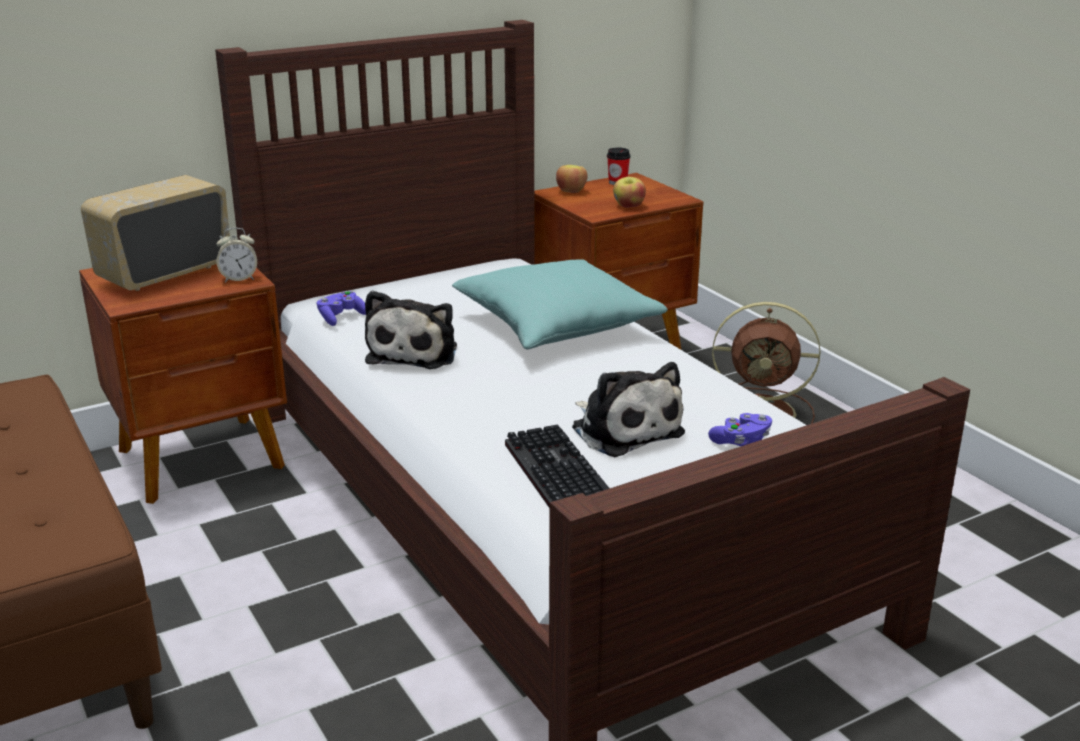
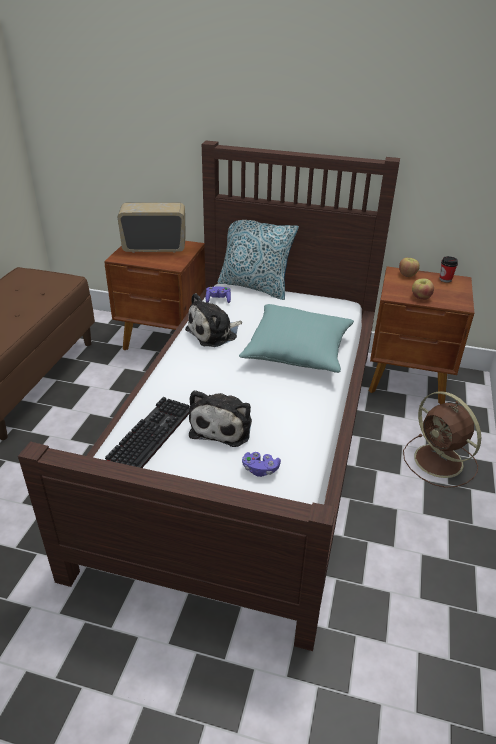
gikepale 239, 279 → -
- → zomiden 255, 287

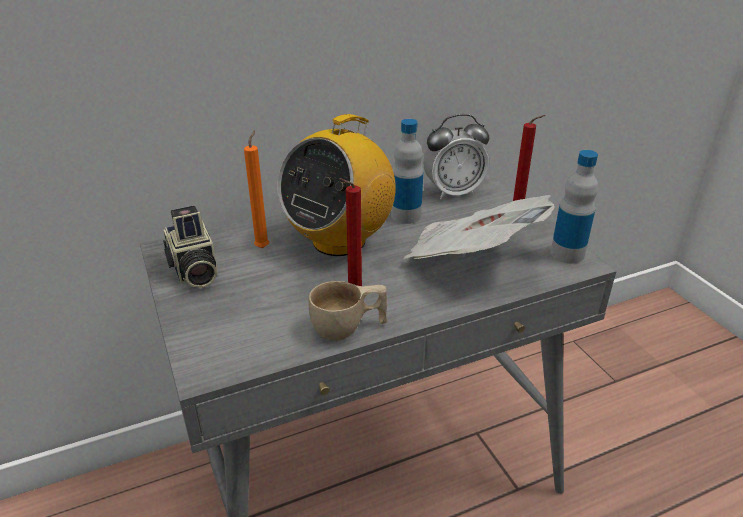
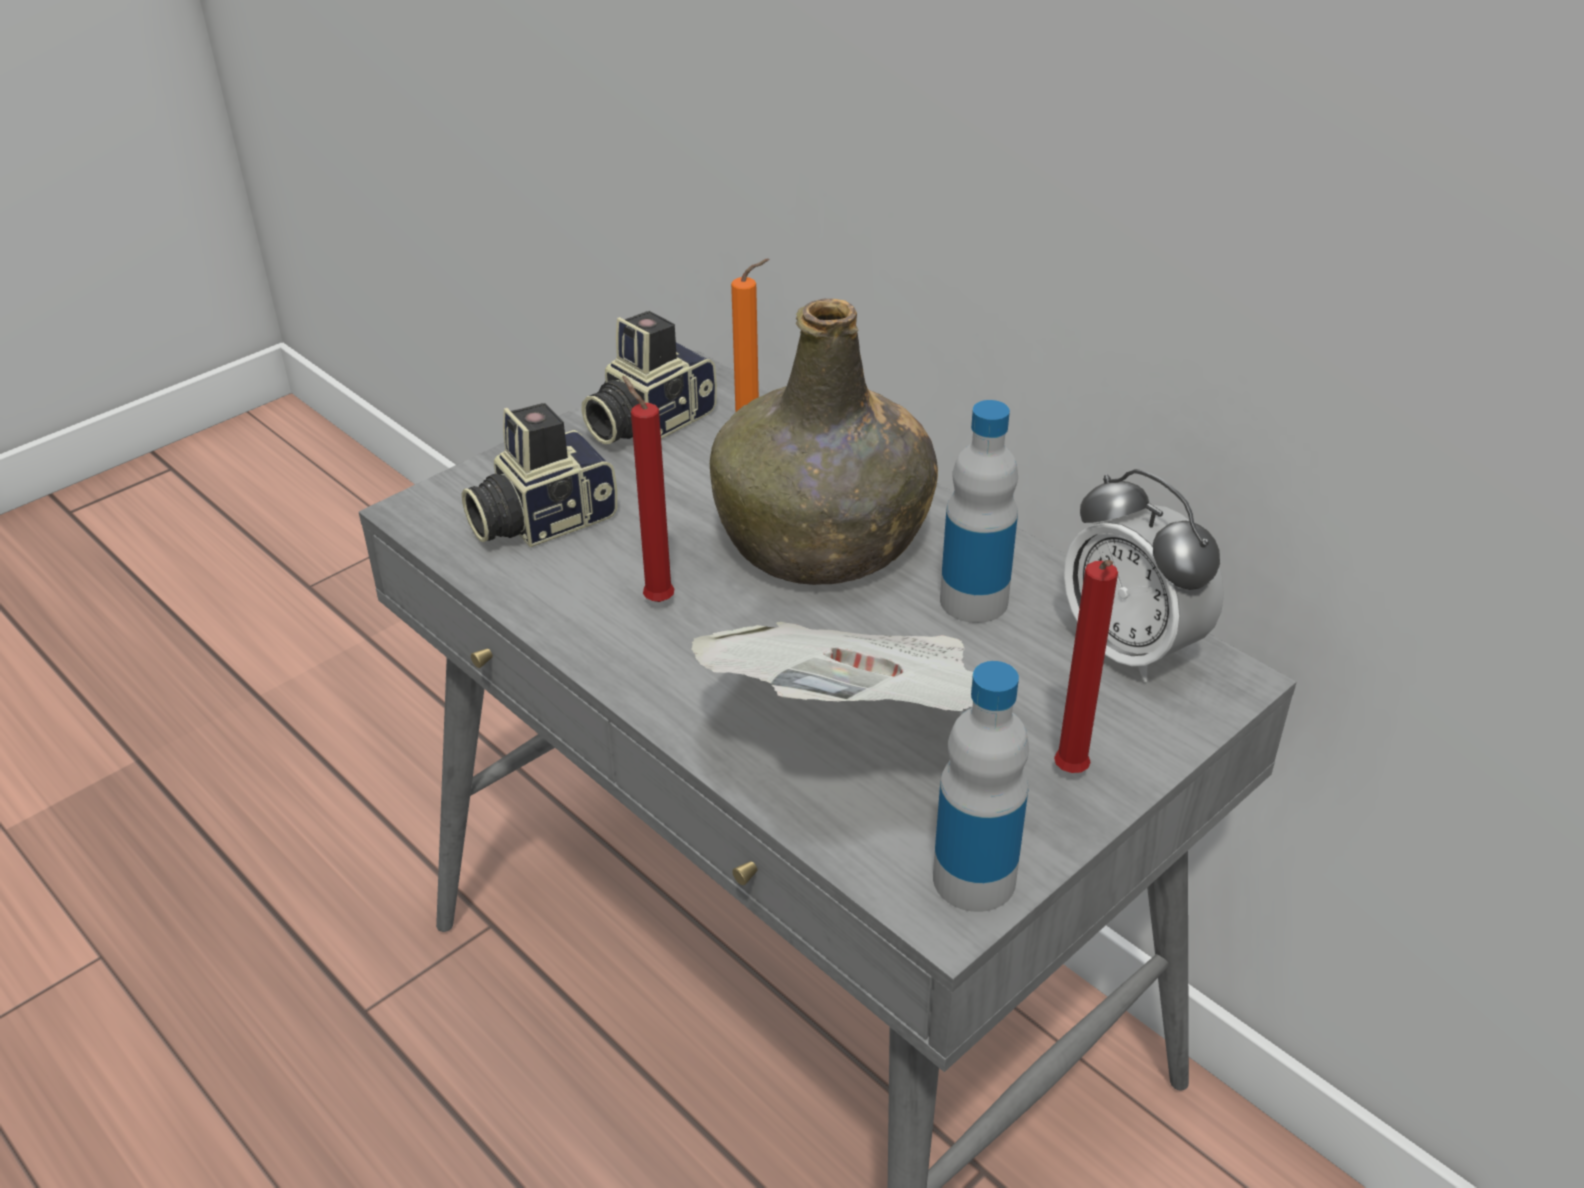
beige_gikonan 348, 328 → -
- → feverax 540, 519
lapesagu 339, 241 → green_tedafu 823, 540

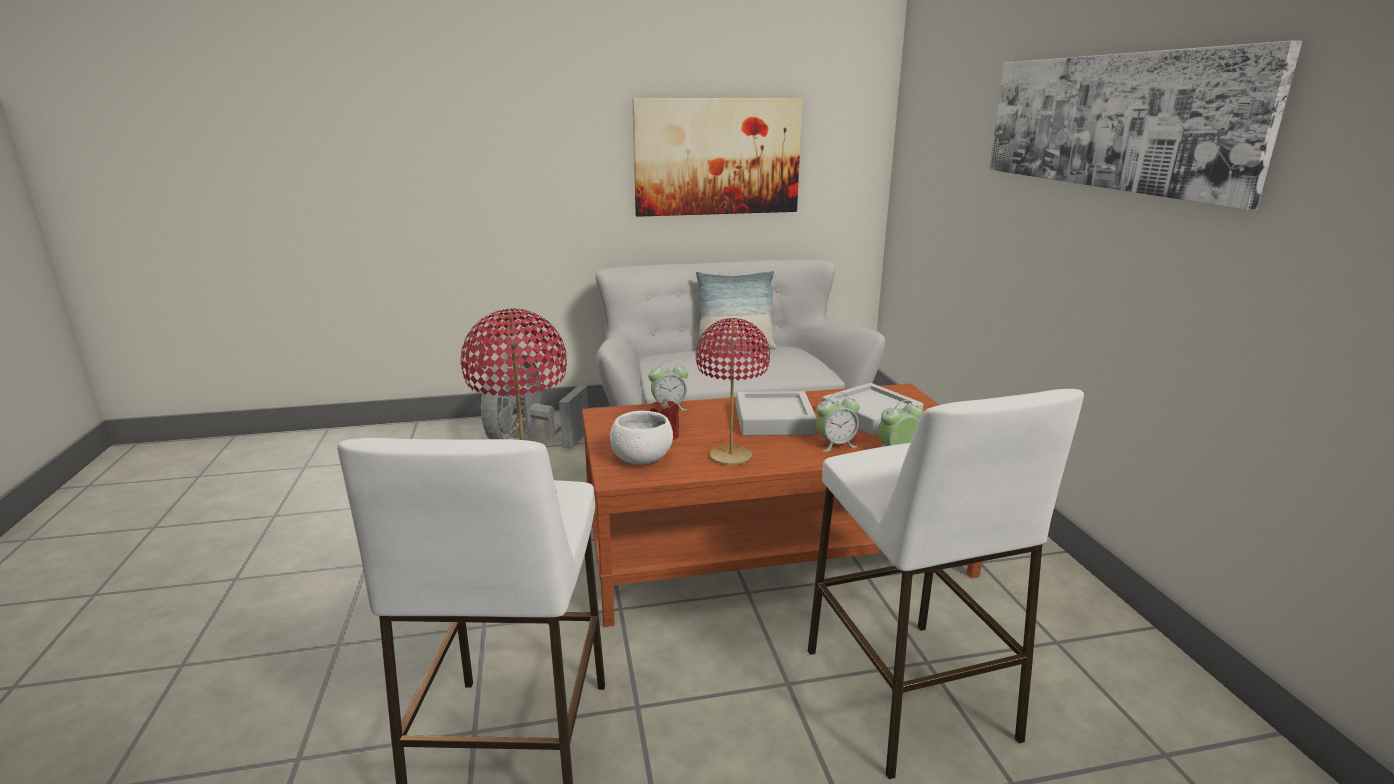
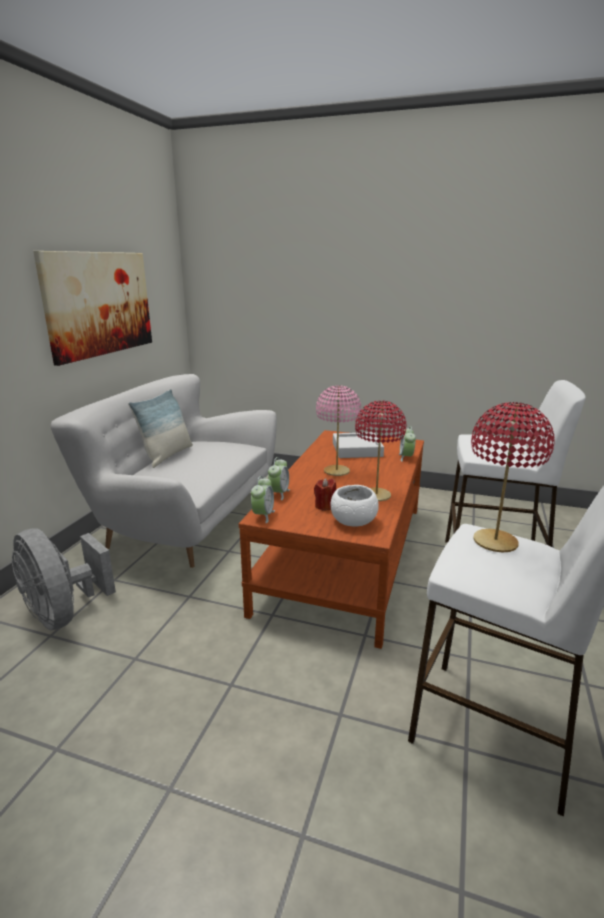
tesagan 1110, 121 → -
gikepale 835, 445 → gikepale 263, 515, moved
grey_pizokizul 774, 420 → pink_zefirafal 337, 471

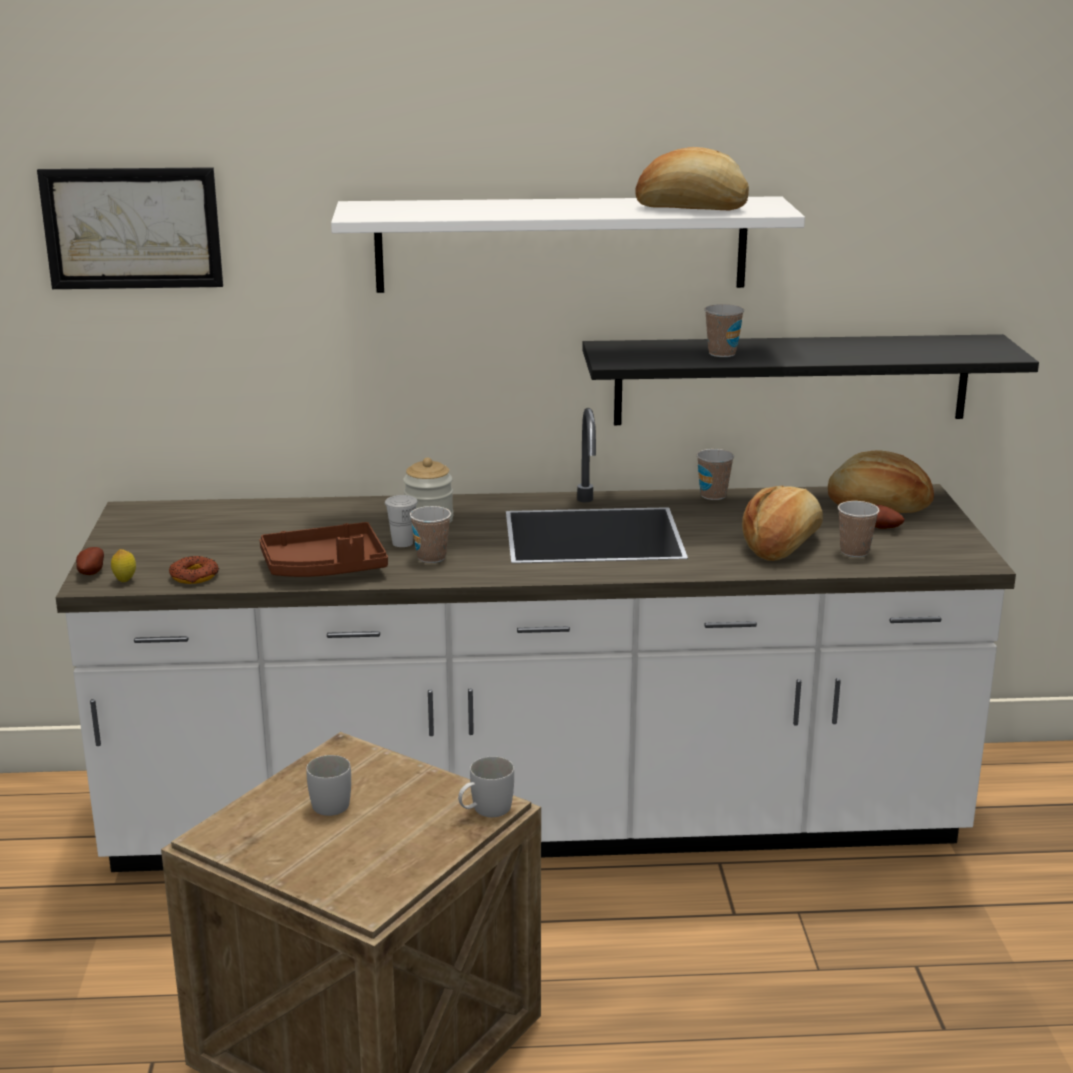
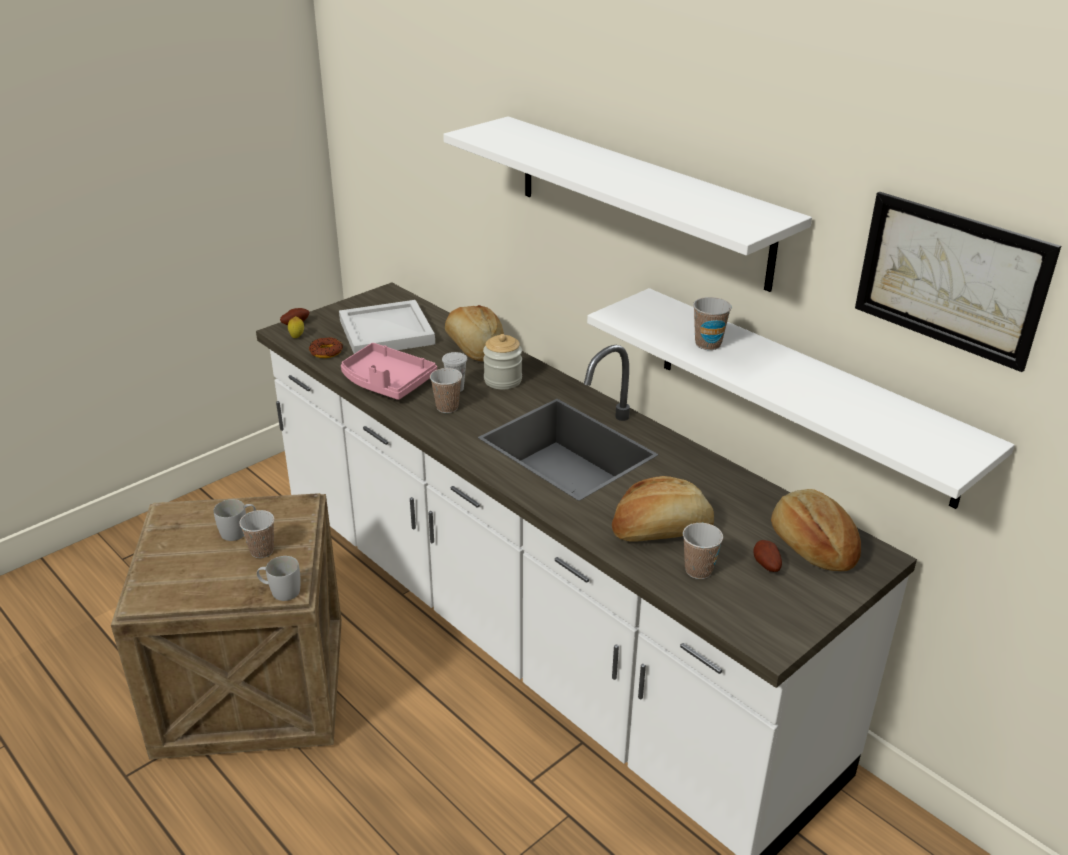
- → white_pizokizul 385, 331
tesagan 132, 228 → tesagan 950, 279, moved
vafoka 691, 208 → vafoka 473, 348, moved
gikonan 713, 495 → gikonan 262, 551, moved
brown_pizokizul 325, 568 → pink_pizokizul 386, 382
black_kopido 791, 379 → white_kopido 803, 394

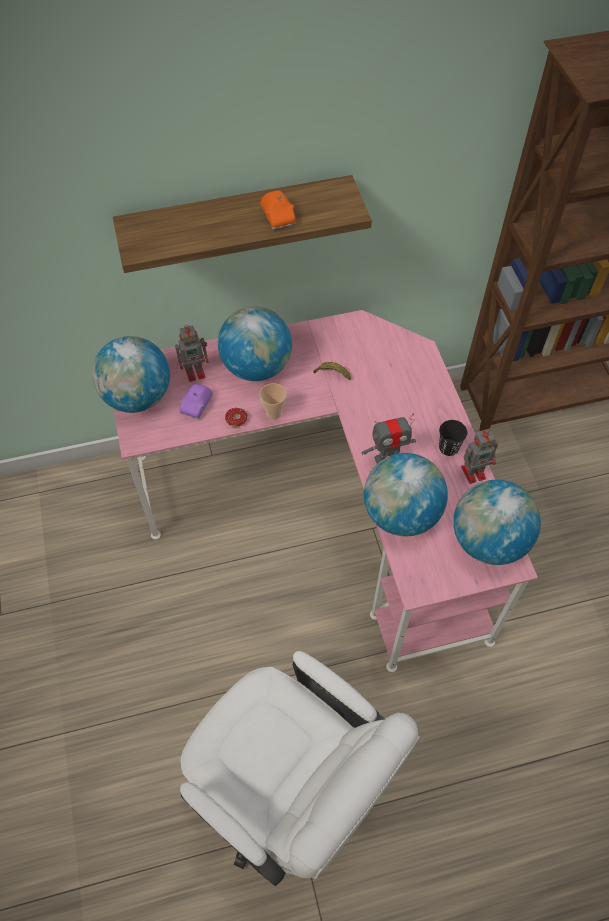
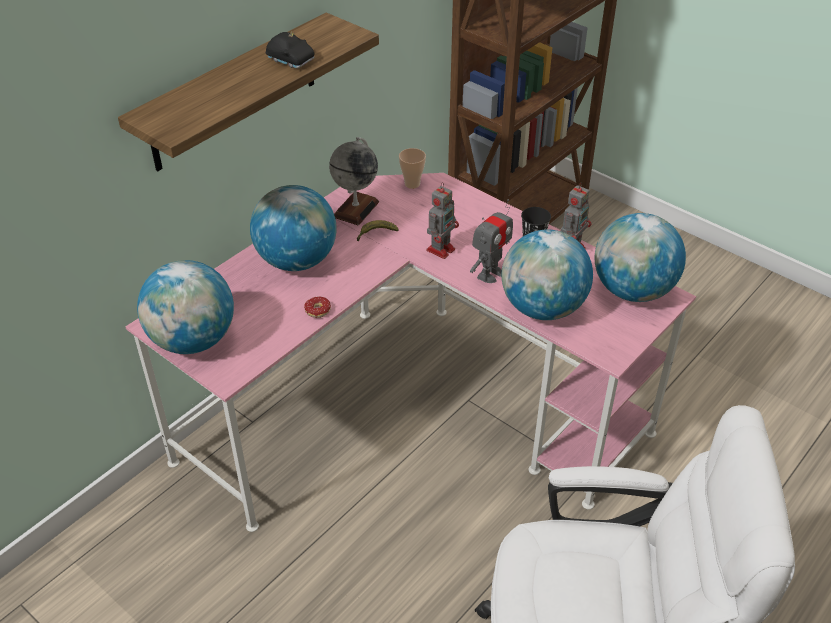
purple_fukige 197, 405 → -
- → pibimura 356, 209
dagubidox 196, 372 → dagubidox 441, 249, moved
gikonan 274, 413 → gikonan 412, 184, moved
orange_fukige 278, 216 → black_fukige 291, 60

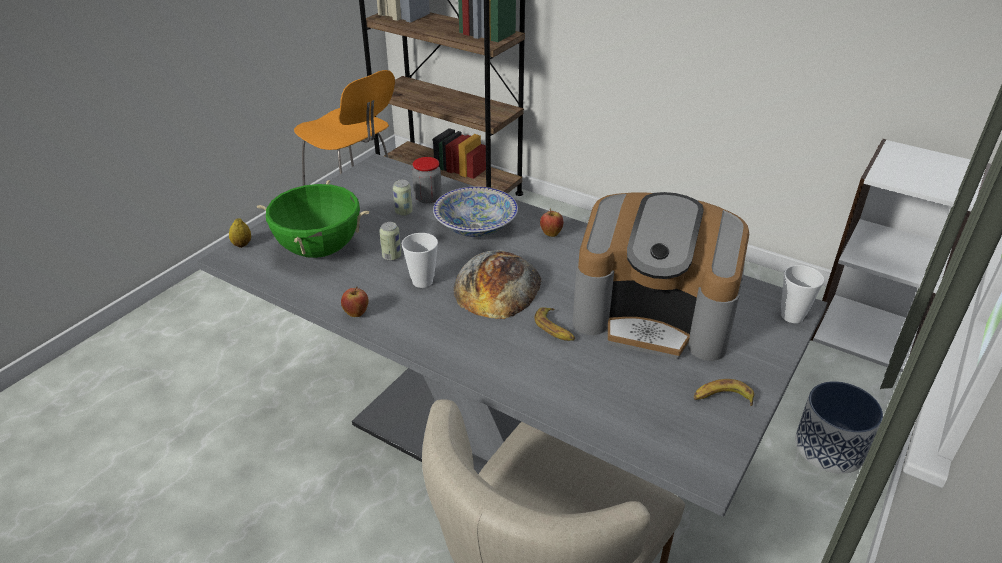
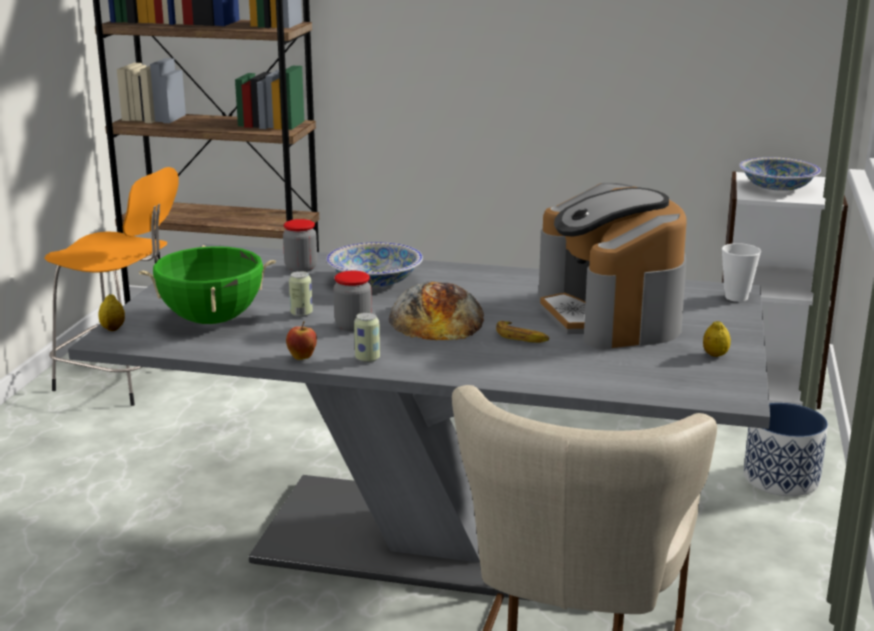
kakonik 551, 234 → -
- → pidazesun 777, 188
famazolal 403, 212 → famazolal 367, 359, moved
gikonan 422, 281 → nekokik 353, 326
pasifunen 722, 398 → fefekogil 715, 355
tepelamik 654, 315 → tepelamik 611, 315, 75 degrees clockwise

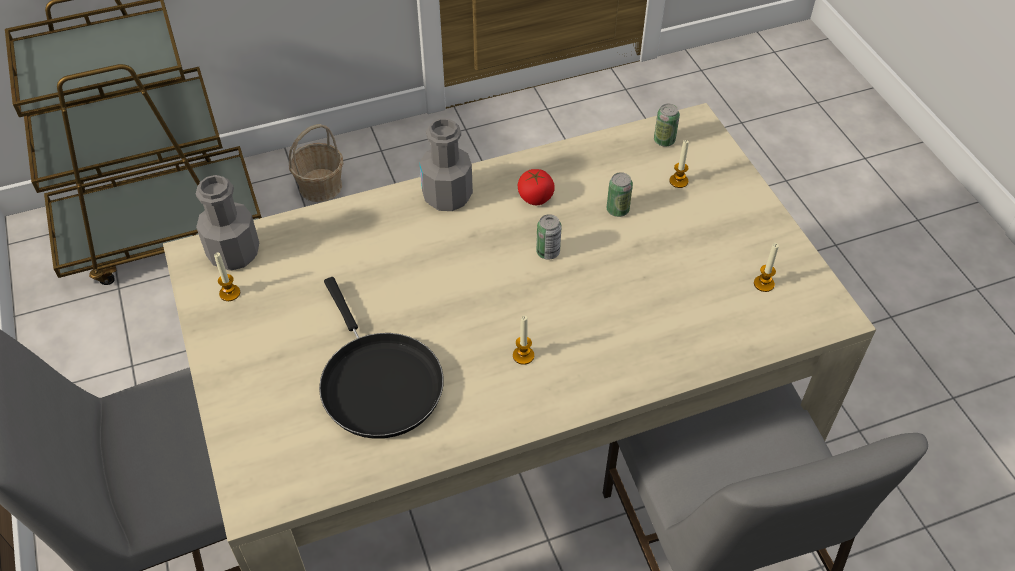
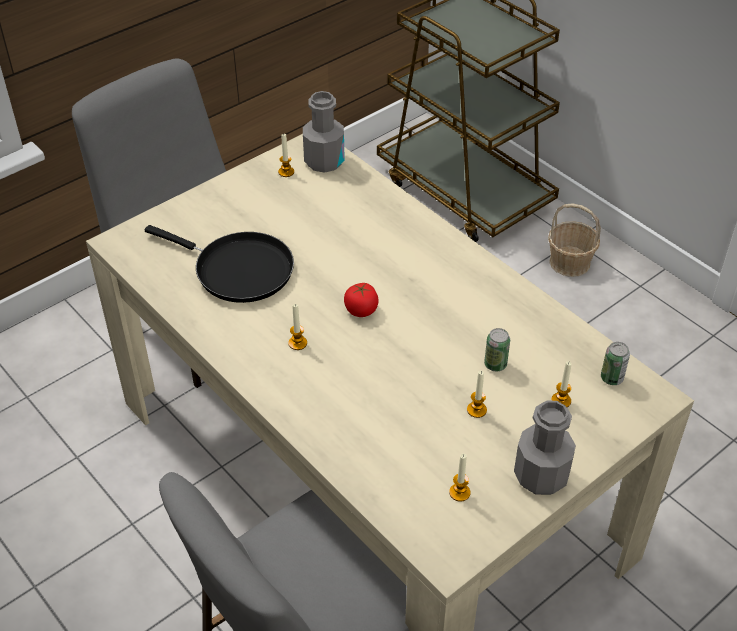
famazolal 548, 252 → -
- → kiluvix 476, 410
grey_tedafu 447, 196 → grey_tedafu 541, 475, moved
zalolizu 535, 197 → zalolizu 361, 310, moved
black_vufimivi 378, 382 → black_vufimivi 238, 270, 105 degrees counterclockwise

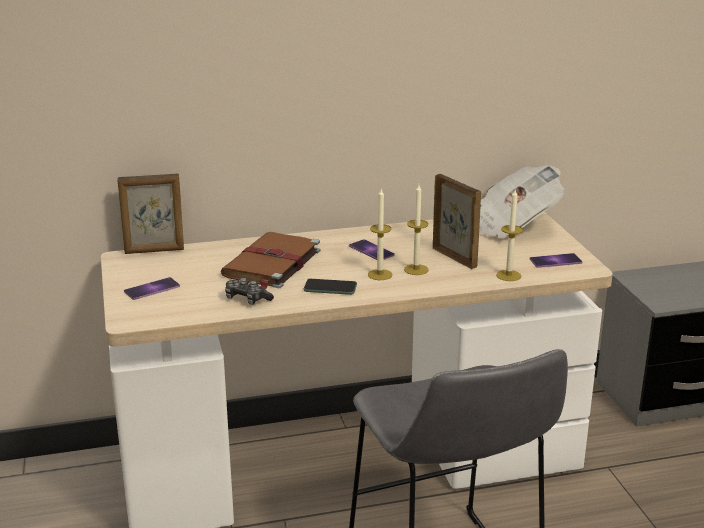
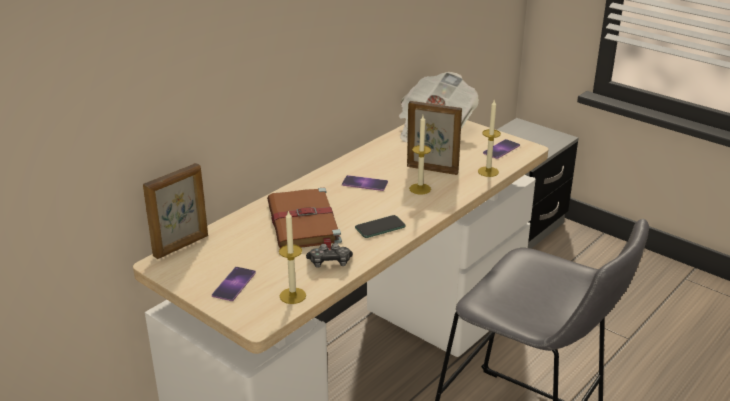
kiluvix 380, 274 → kiluvix 292, 296, moved

